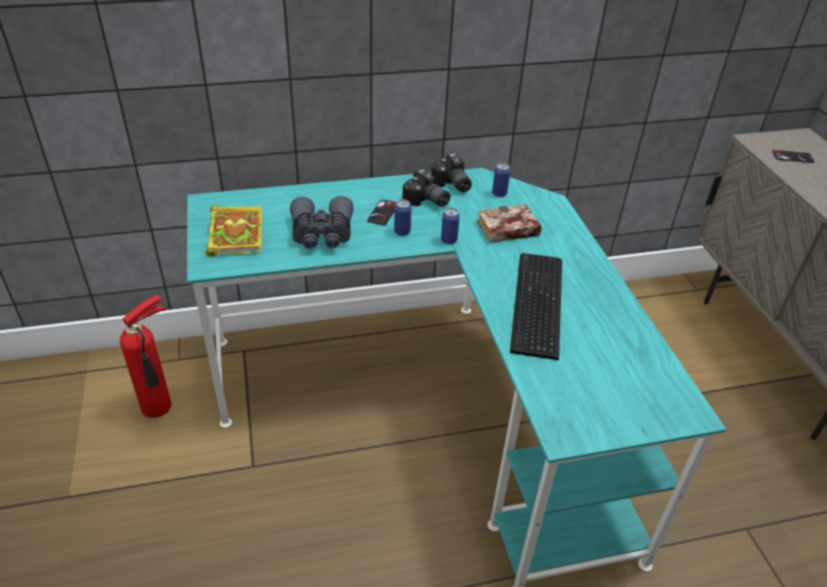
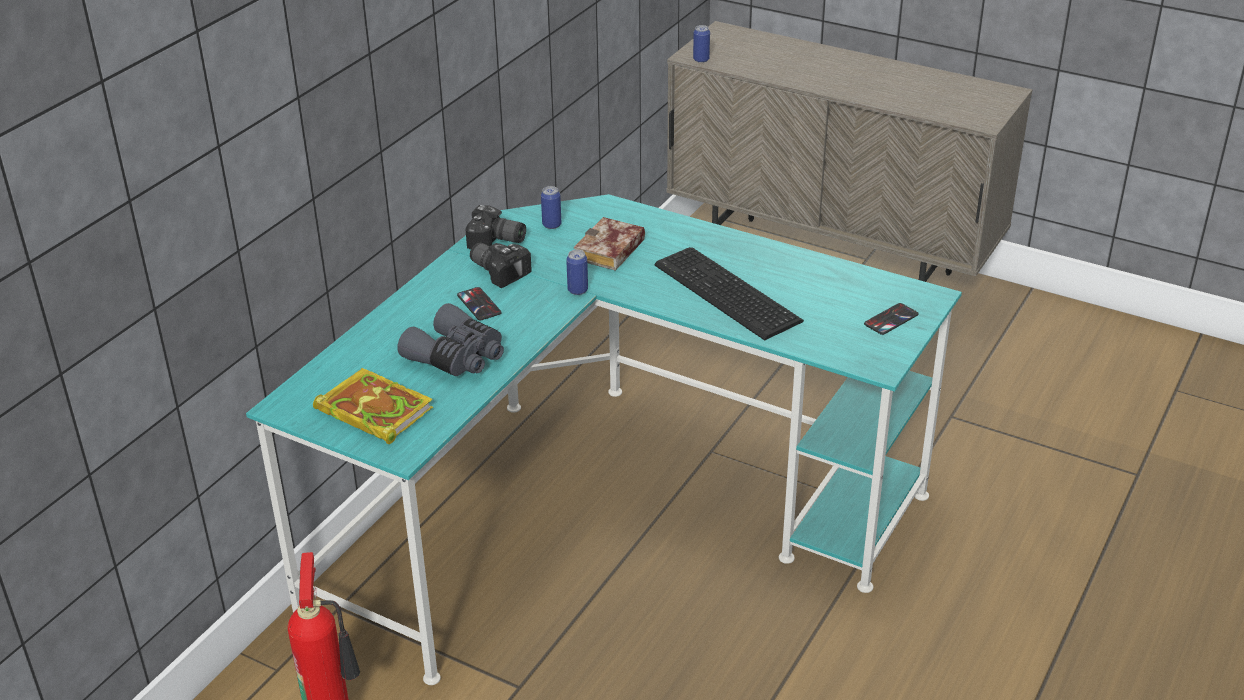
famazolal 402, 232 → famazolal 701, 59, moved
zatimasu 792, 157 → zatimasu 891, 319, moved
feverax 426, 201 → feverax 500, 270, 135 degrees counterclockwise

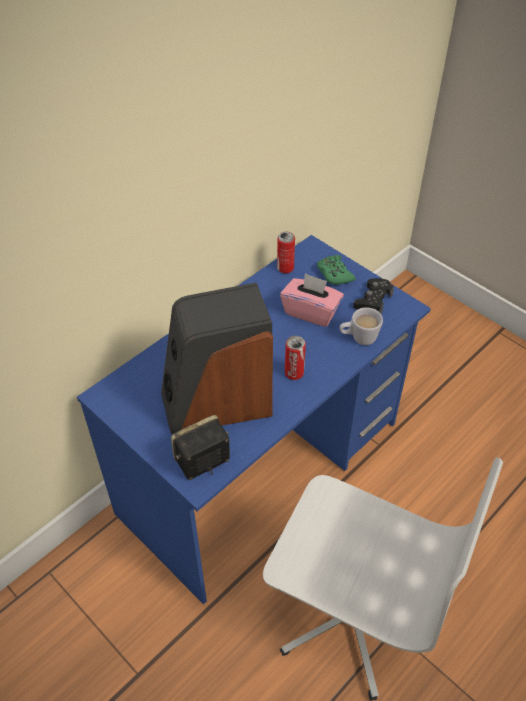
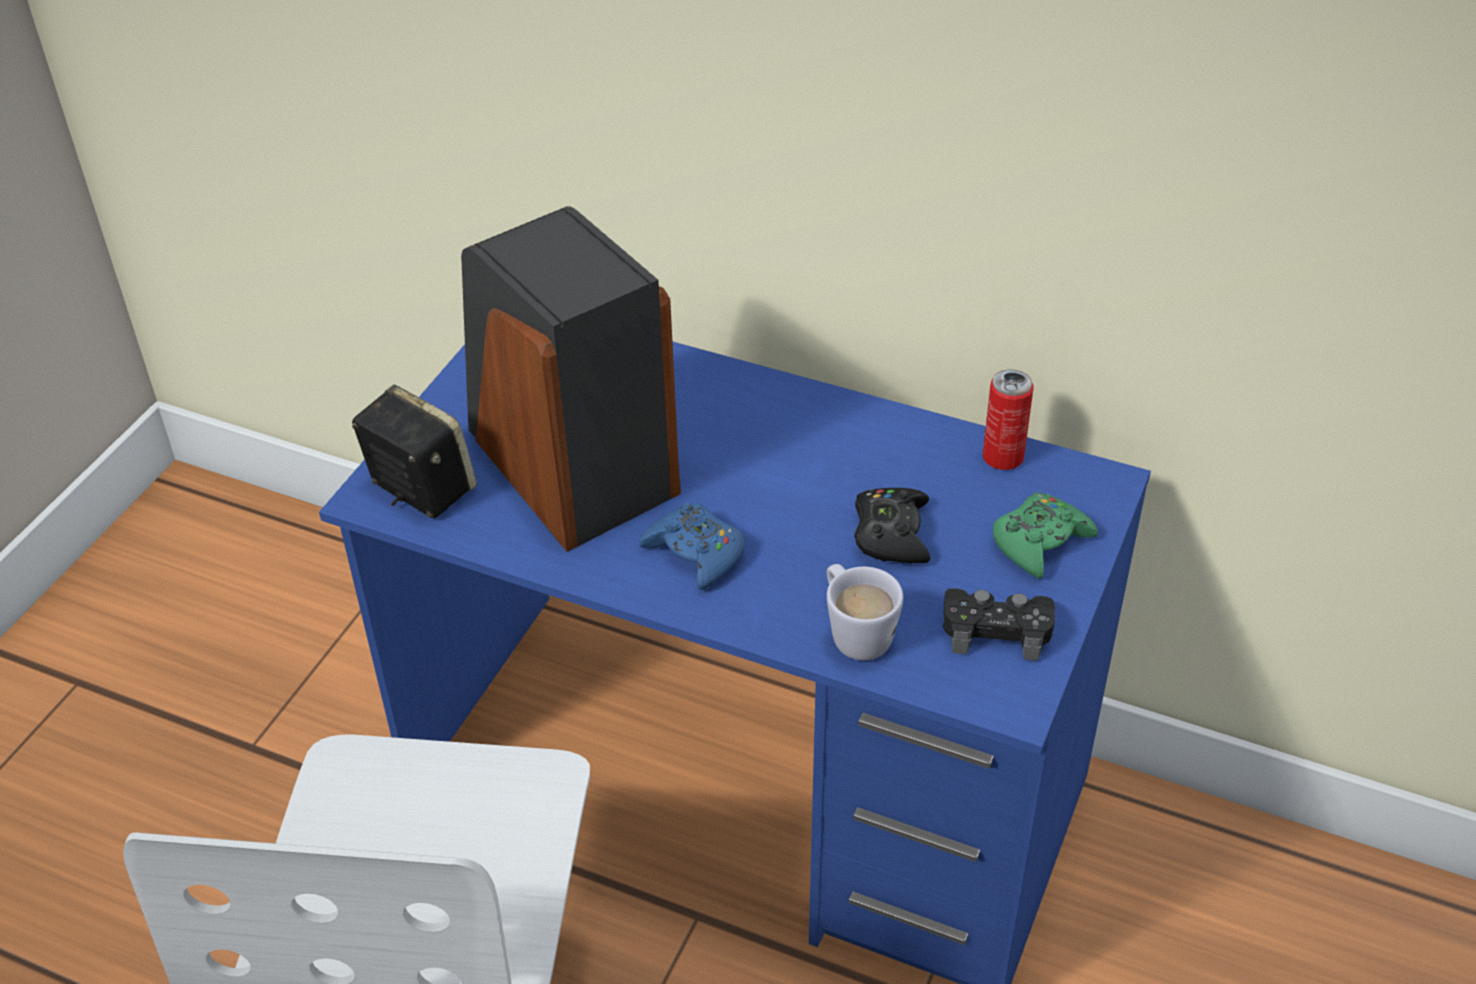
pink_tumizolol 311, 312 → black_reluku 891, 534
famazolal 294, 373 → blue_reluku 696, 553

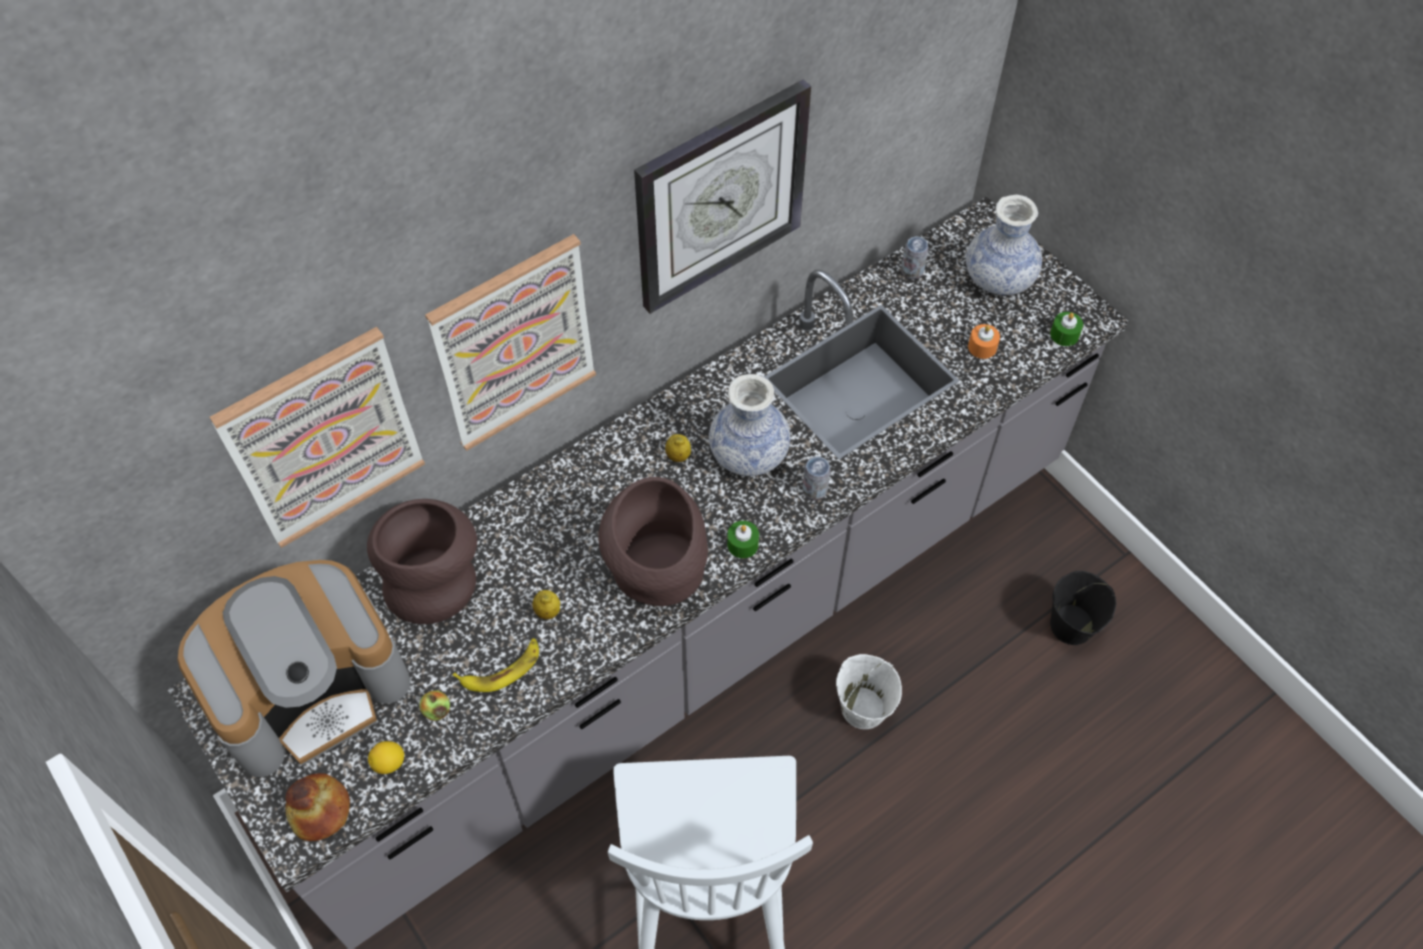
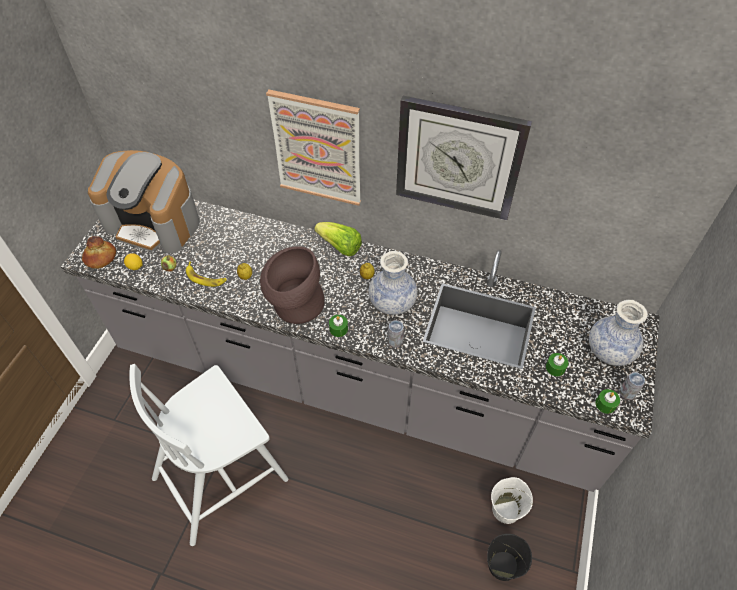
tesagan 323, 438 → -
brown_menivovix 434, 580 → -
- → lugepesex 339, 247
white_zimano 863, 707 → white_zimano 506, 509, moved
famazolal 912, 271 → famazolal 627, 393, moved
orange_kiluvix 982, 347 → green_kiluvix 555, 367

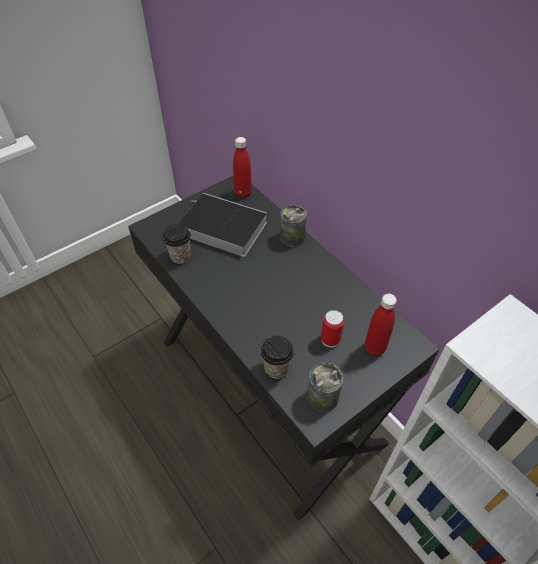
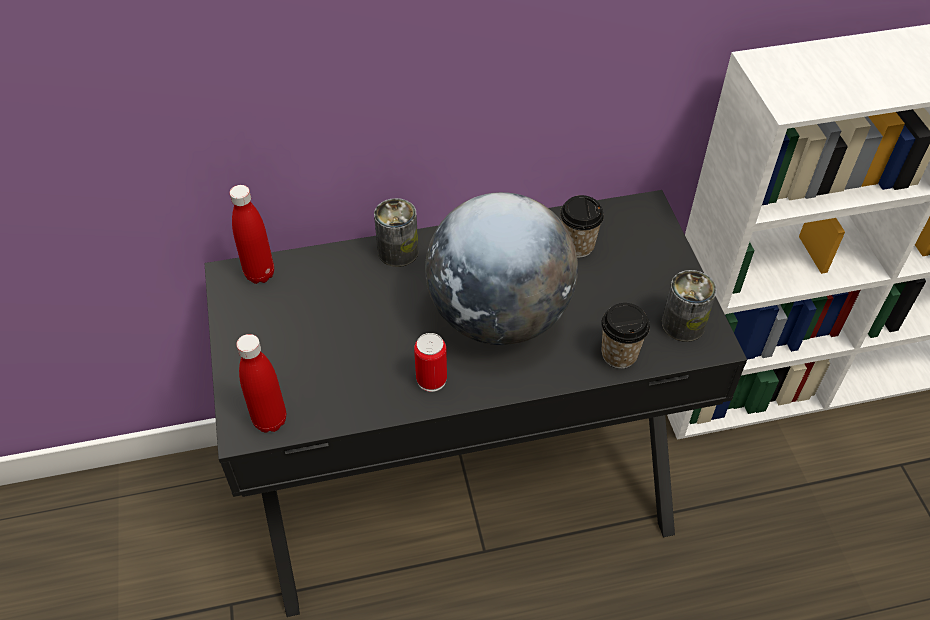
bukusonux 221, 228 → -
- → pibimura 499, 316
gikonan 180, 256 → gikonan 577, 246, moved
famazolal 330, 339 → famazolal 431, 379, moved
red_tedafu 374, 348 → red_tedafu 270, 420, moved

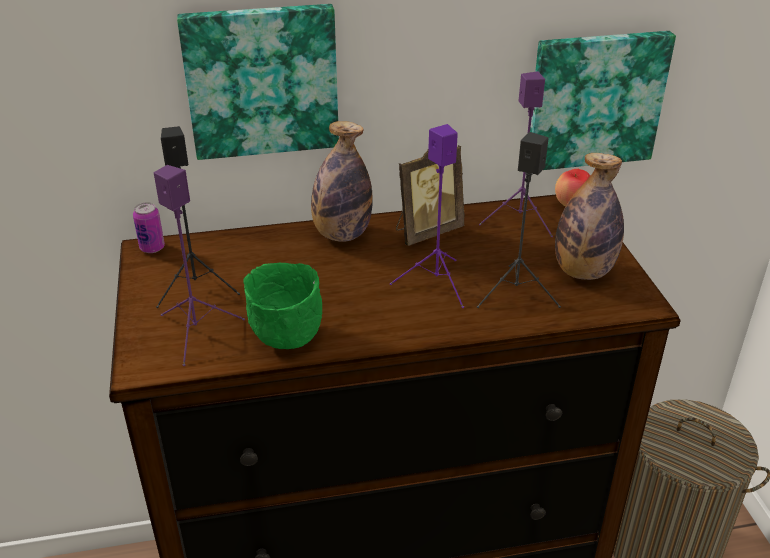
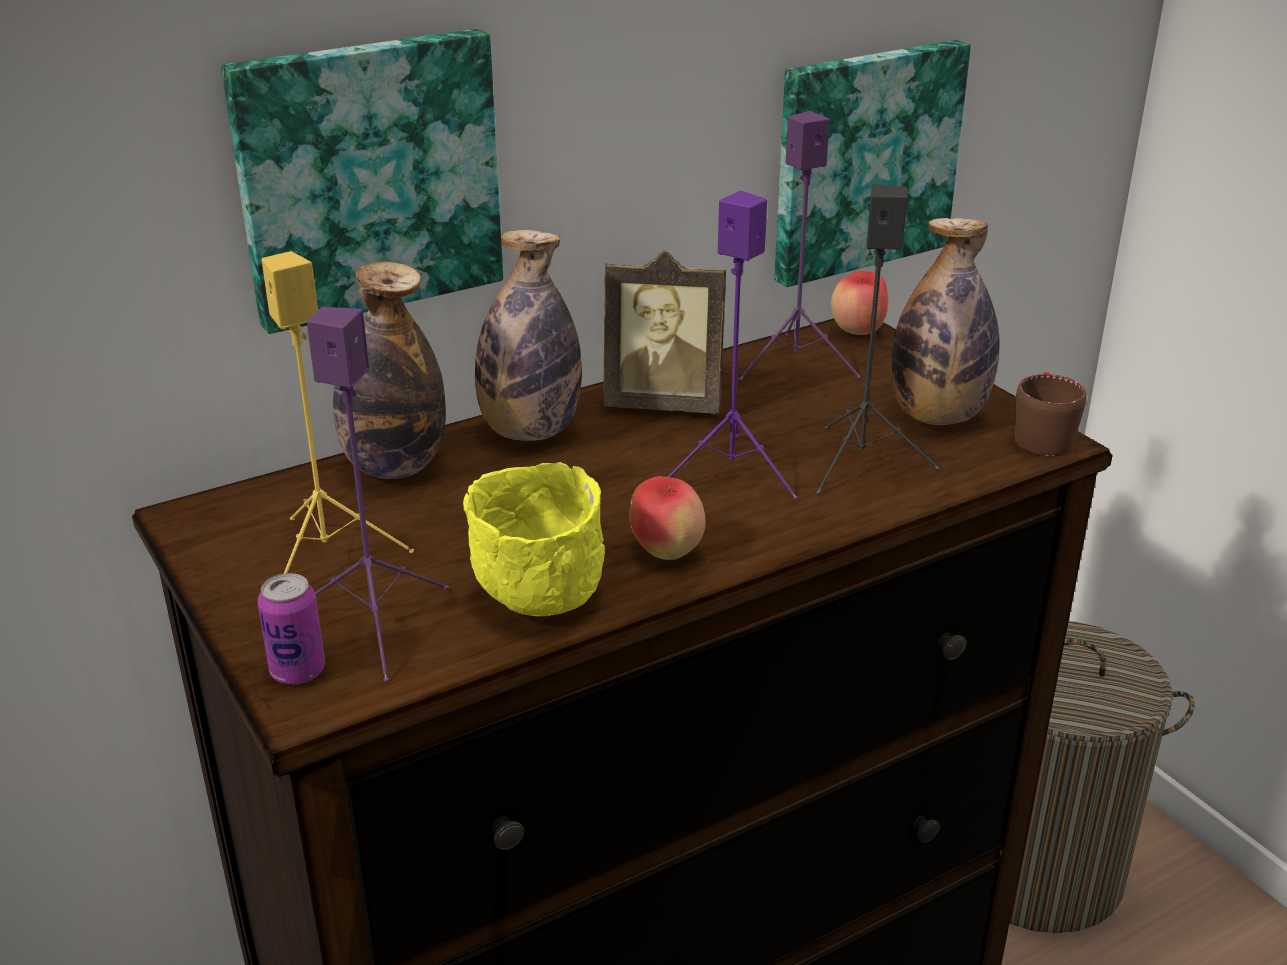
- → tedafu 394, 467
- → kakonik 667, 552
- → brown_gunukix 1041, 435
famazolal 152, 248 → famazolal 298, 671, moved
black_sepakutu 197, 287 → yellow_sepakutu 328, 555
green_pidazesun 287, 336 → yellow_pidazesun 541, 596
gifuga 426, 231 → gifuga 664, 403, 60 degrees clockwise

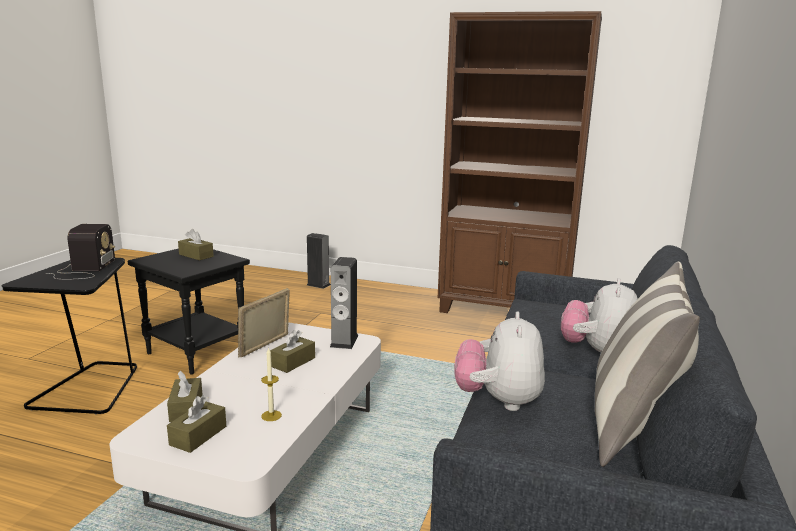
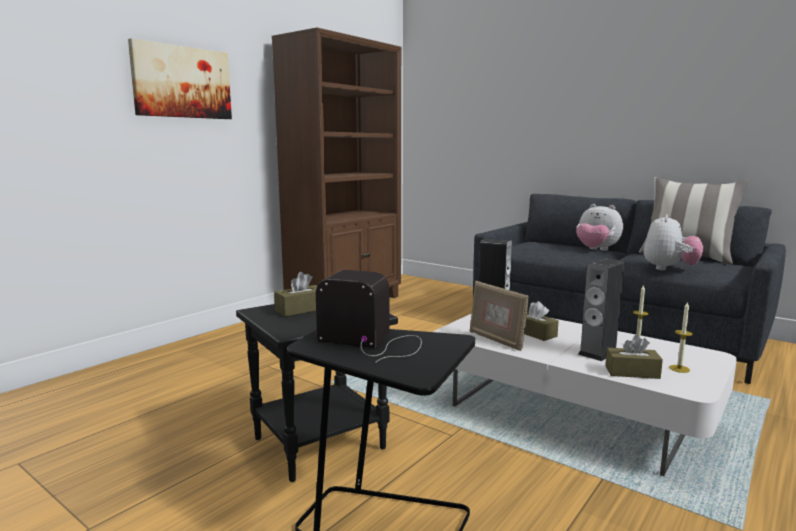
- → tesagan 182, 82
sepakutu 318, 285 → sepakutu 598, 353, moved
brown_tumizolol 198, 435 → kiluvix 679, 369
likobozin 498, 401 → likobozin 669, 269, 90 degrees counterclockwise

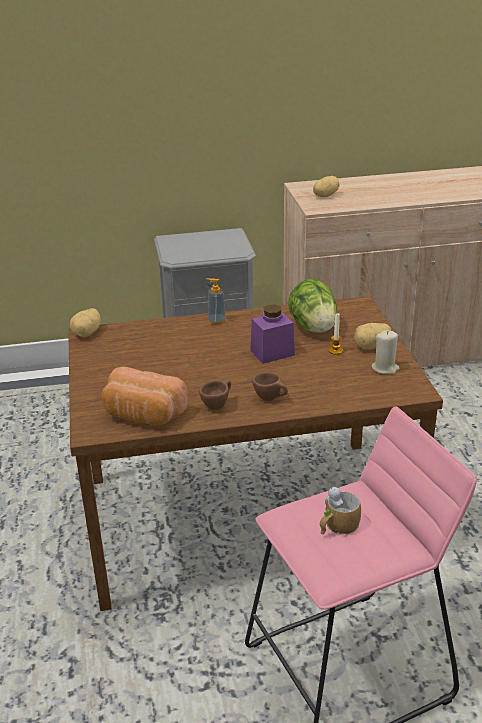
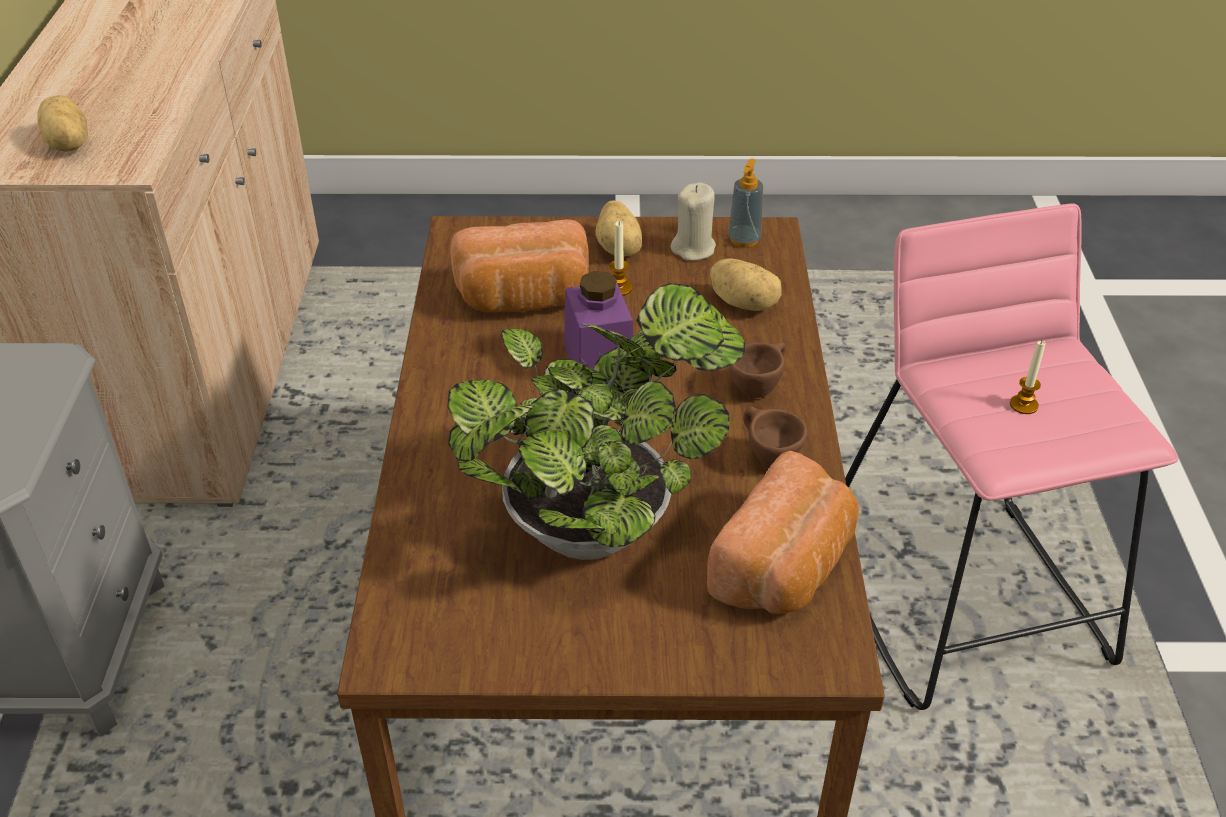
- → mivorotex 598, 523
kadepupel 88, 333 → kadepupel 744, 303, moved
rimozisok 216, 321 → rimozisok 744, 239, moved
lugepesex 313, 327 → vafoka 524, 299
gunukix 337, 526 → kiluvix 1023, 405

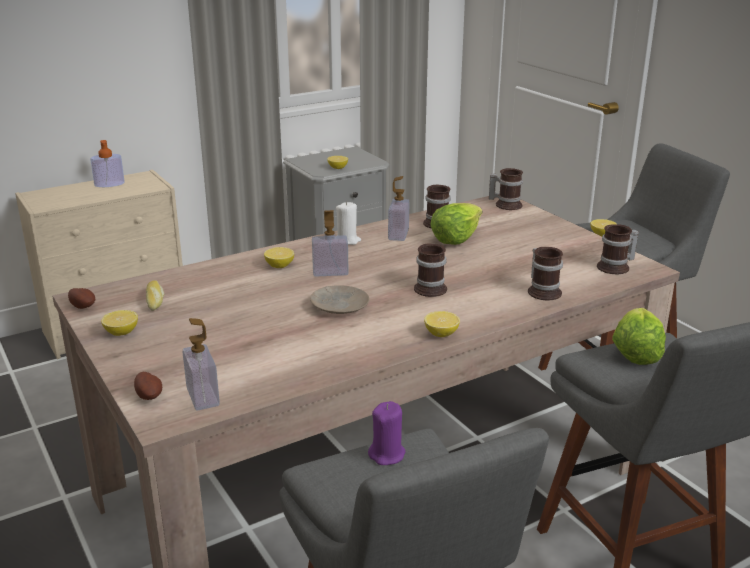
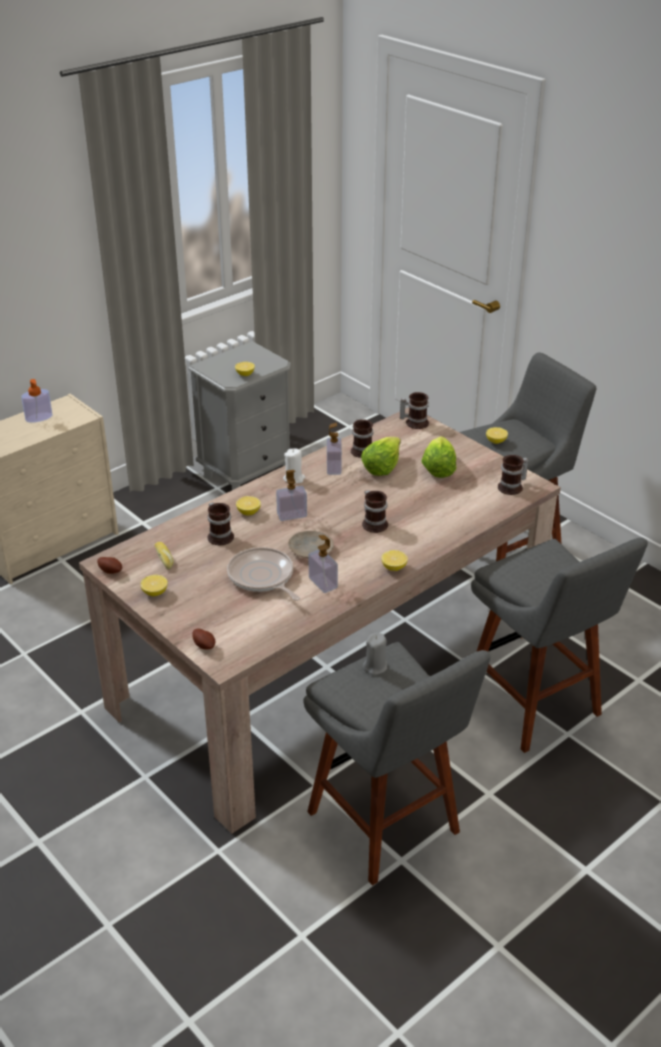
- → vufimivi 262, 577
rimozisok 203, 397 → rimozisok 323, 583, moved
gunukix 544, 291 → gunukix 220, 535, moved
lugepesex 636, 352 → lugepesex 438, 468, moved
purple_kiluvix 387, 455 → grey_kiluvix 375, 666

